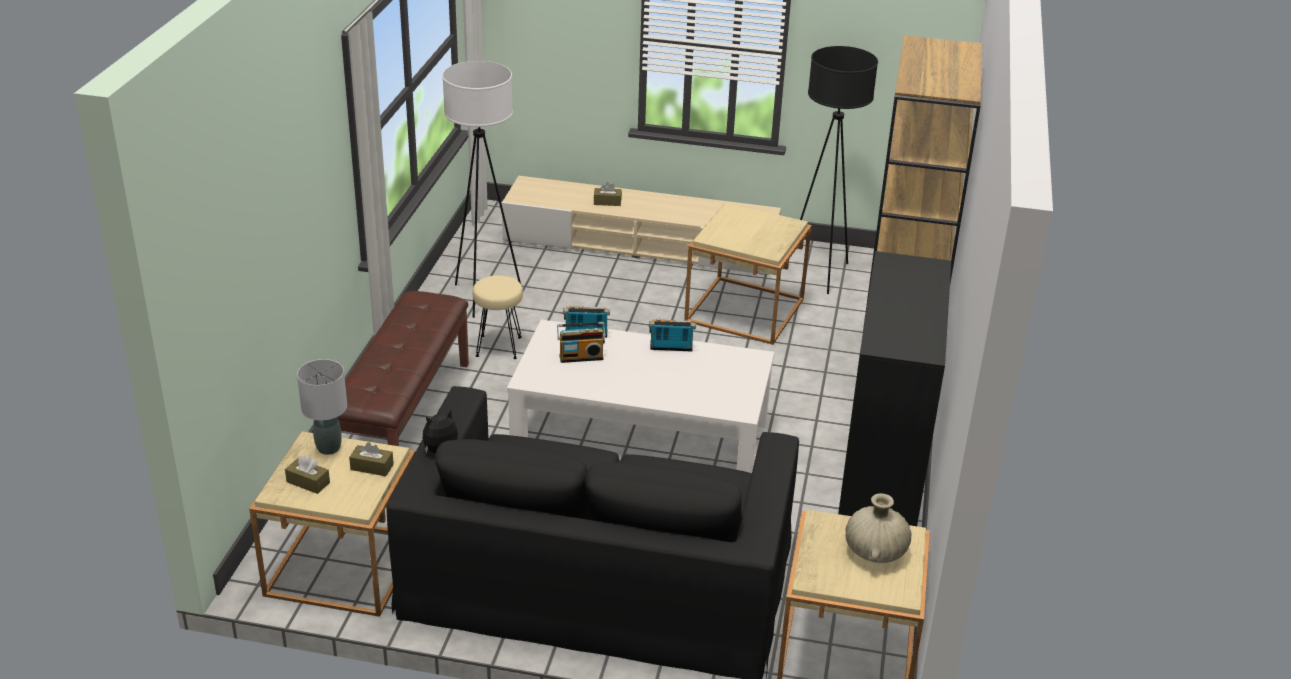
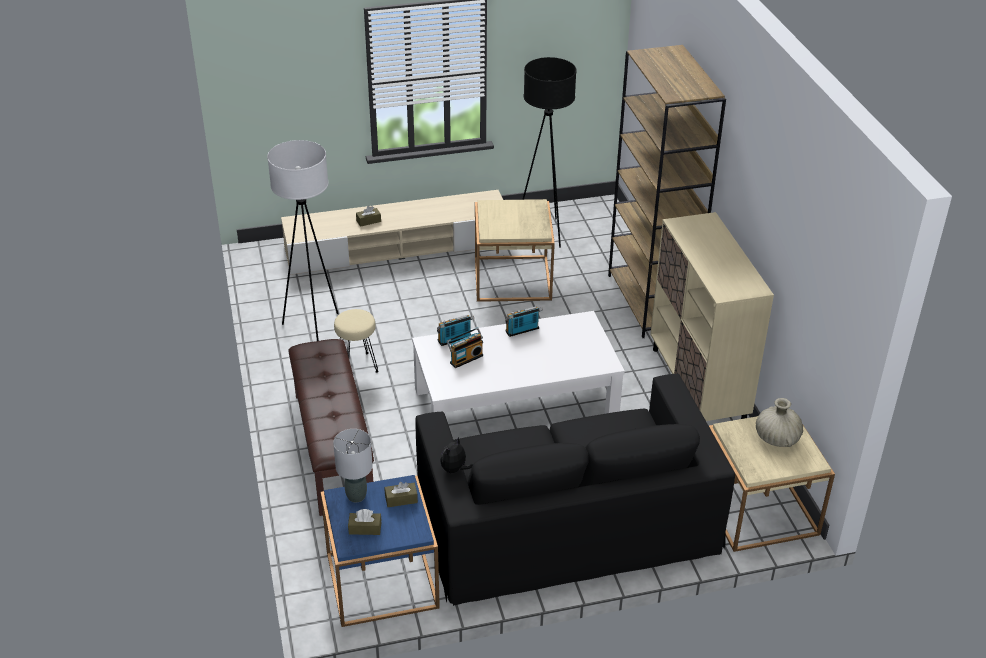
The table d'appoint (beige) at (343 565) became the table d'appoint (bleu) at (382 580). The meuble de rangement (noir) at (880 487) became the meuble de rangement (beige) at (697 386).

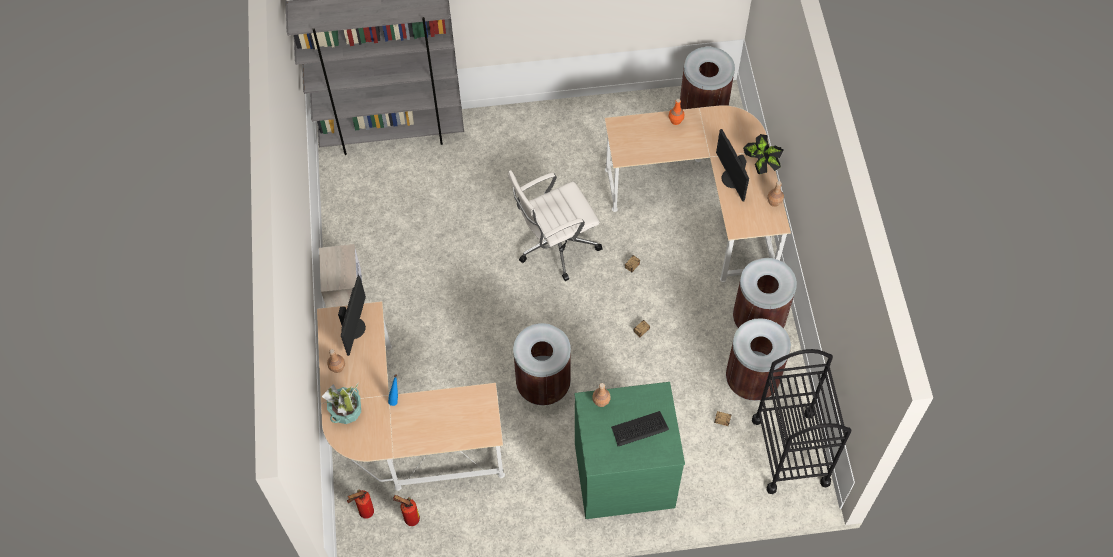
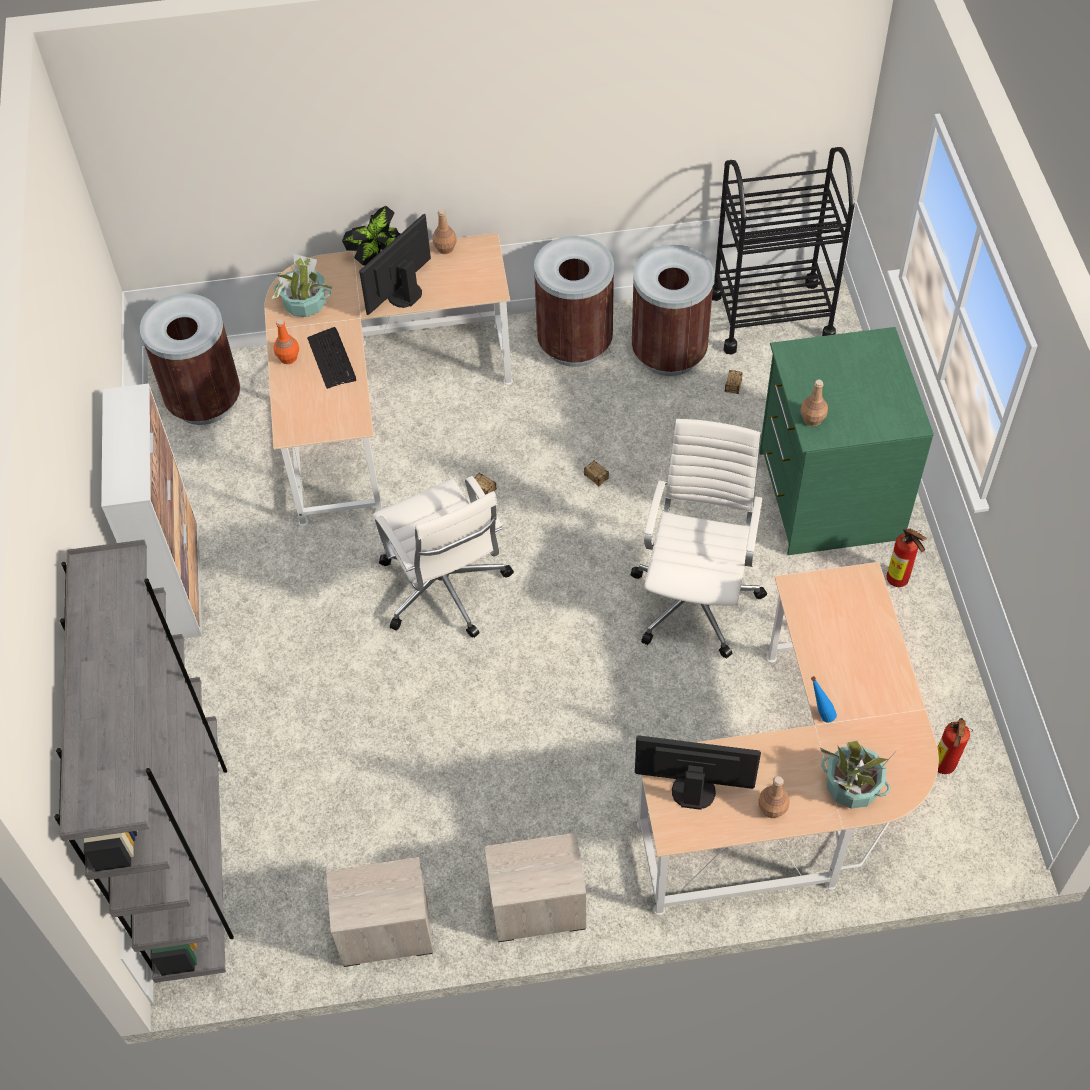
The meuble de rangement at (179 582) appeared. The plante en pot at (305 303) appeared. The clavier moved from (639 429) to (332 359). The table de chevet at (383 930) appeared. The écran d'ordinateur at (731 179) turned 150 degrees clockwise. The poubelle (marron) at (543 385) was replaced by the chaise de bureau (blanc) at (696 597). The extincteur moved from (364 513) to (899 581).

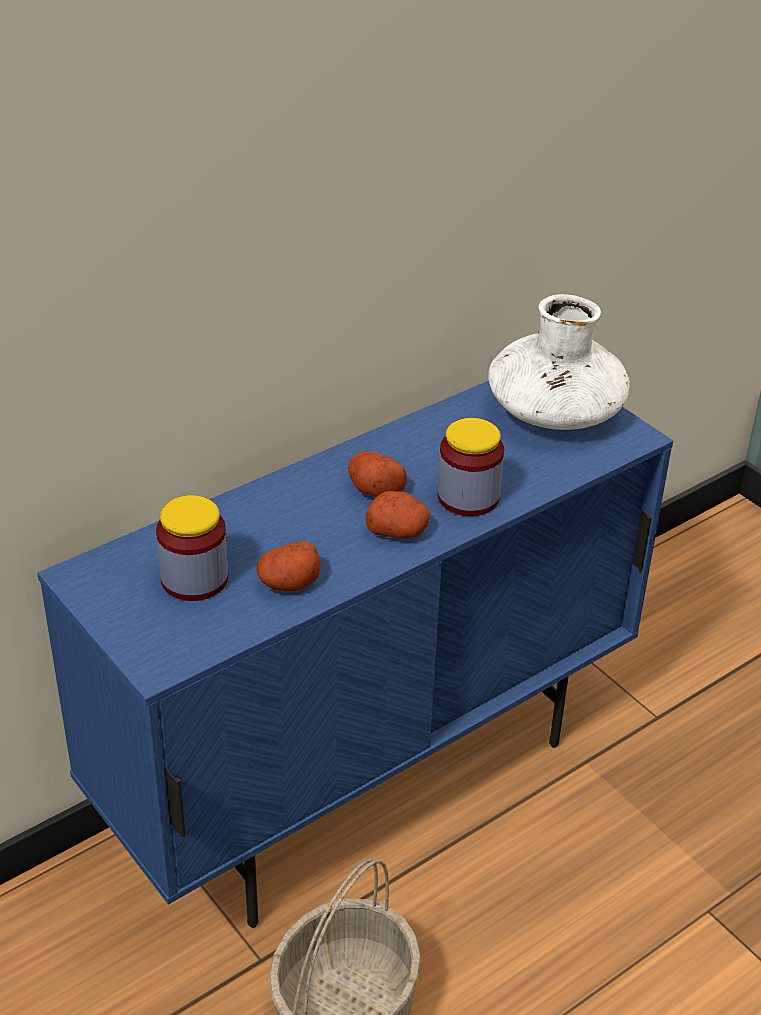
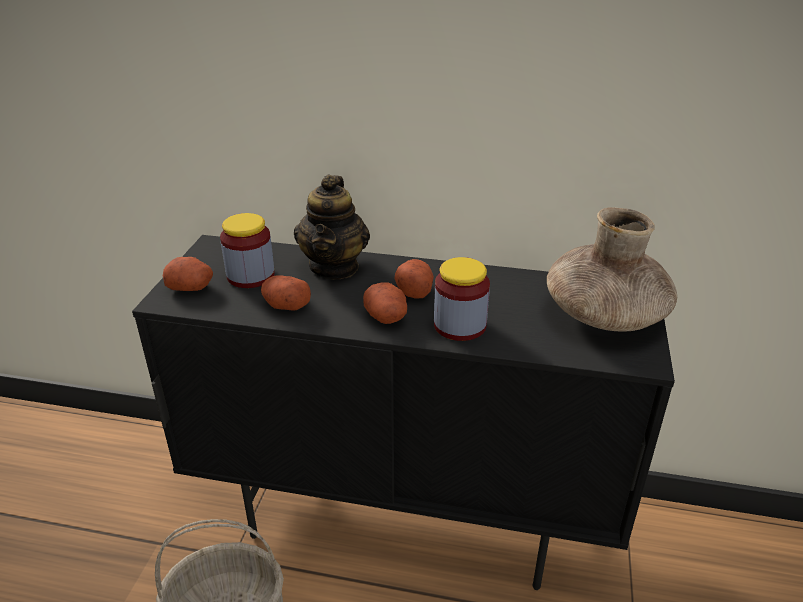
The meuble de rangement (bleu) at (368 781) became the meuble de rangement (noir) at (403 515). The pomme de terre at (191 287) appeared. The théière at (334 267) appeared. The vase (blanc) at (554 412) became the vase (marron) at (605 315).

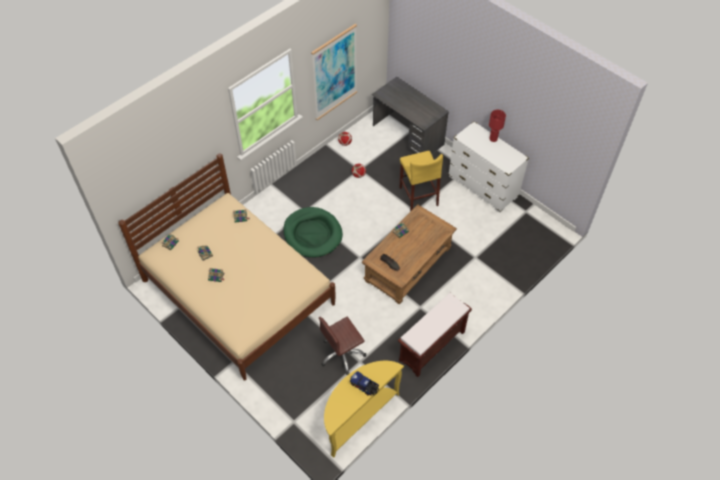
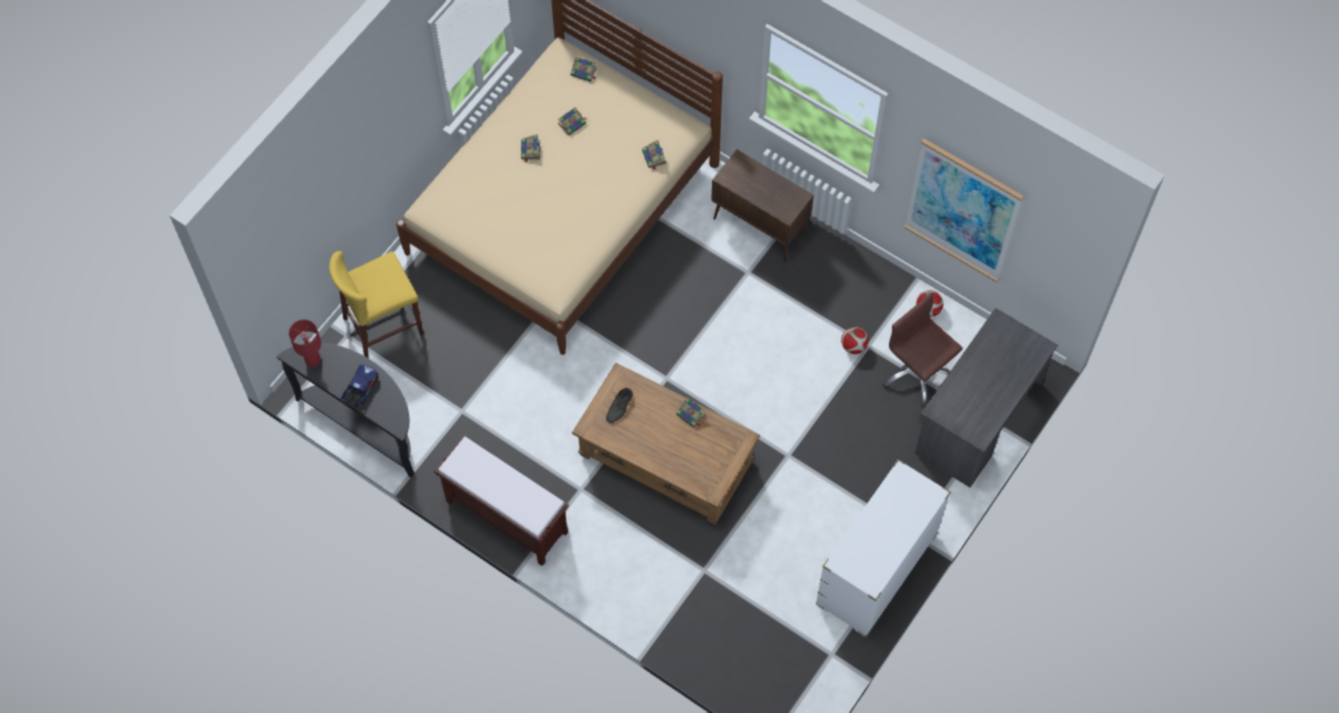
The table console (jaune) at (358 417) became the table console (noir) at (365 423). The lampe de table (rouge) moved from (493 139) to (312 360). The tabouret (jaune) moved from (418 196) to (383 326). The meuble de rangement (marron) at (760 227) appeared. The chaise de bureau (marron) moved from (342 354) to (917 372). The panier pour chien (vert) at (312 234) disappeared.

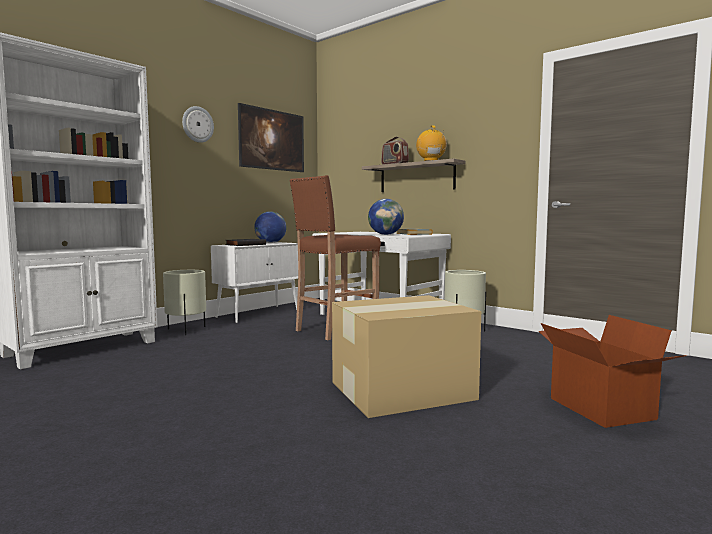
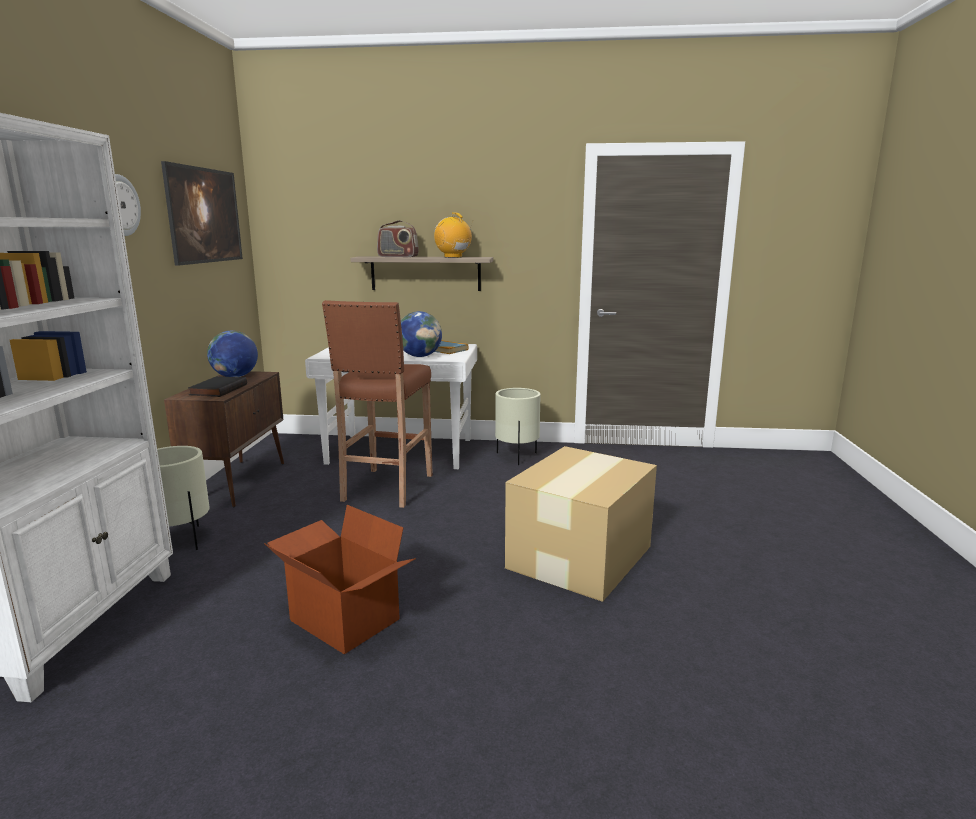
The meuble de rangement (blanc) at (259 314) became the meuble de rangement (marron) at (238 482). The carton moved from (599 408) to (343 621).

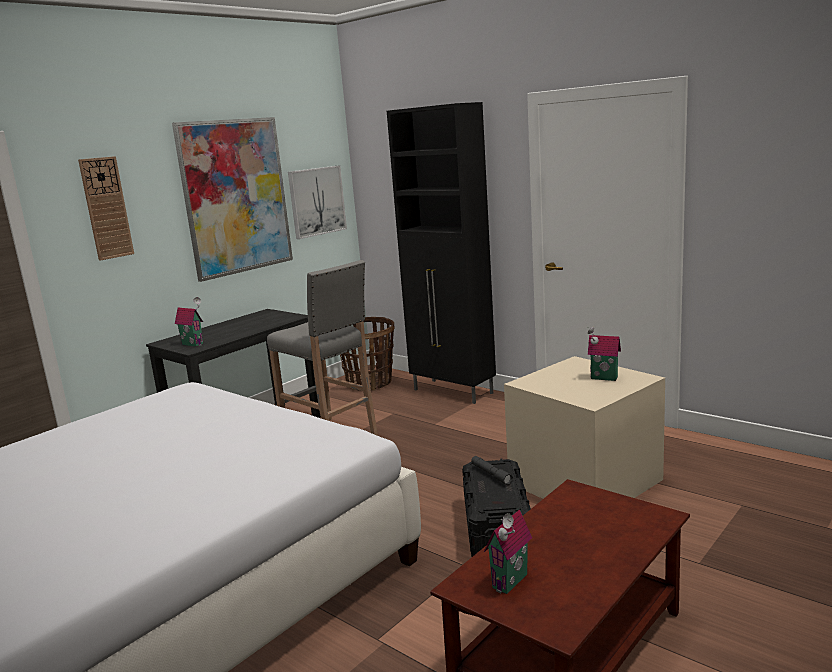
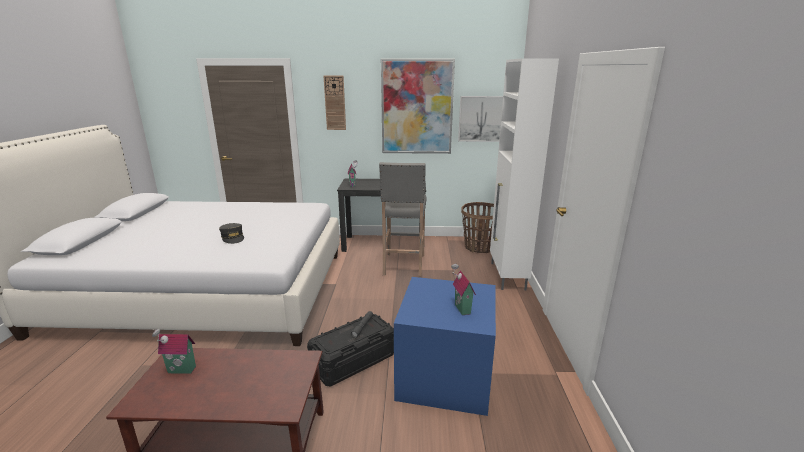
The casquette (gris) at (233 238) appeared. The boîte de rangement (beige) at (584 480) became the boîte de rangement (bleu) at (446 375). The meuble de rangement (noir) at (453 392) became the meuble de rangement (blanc) at (507 276).

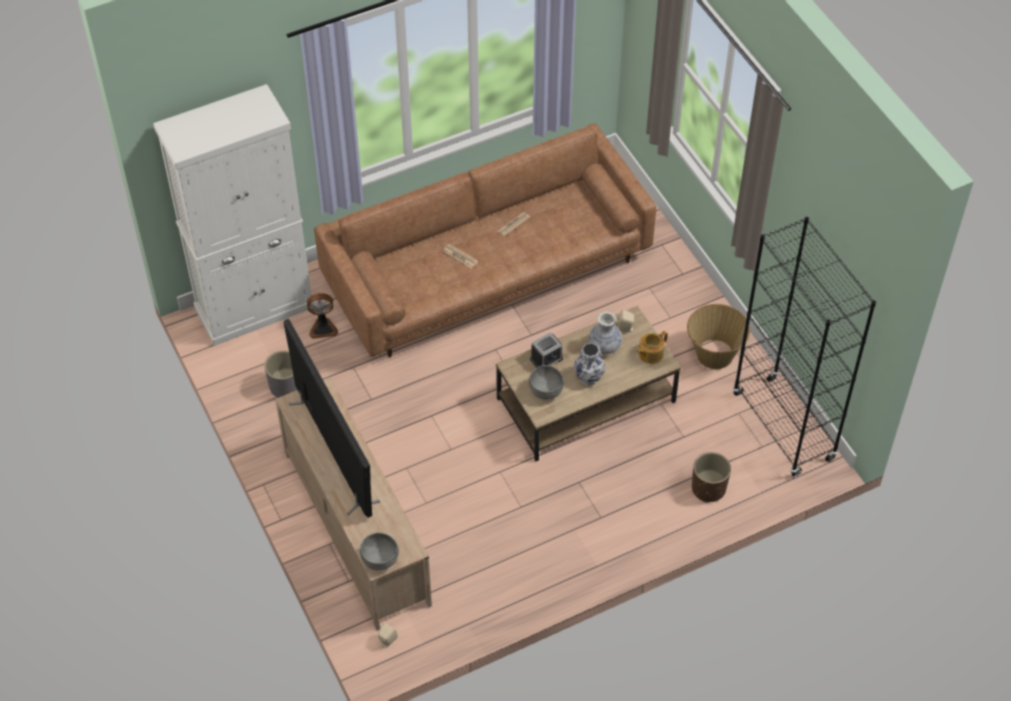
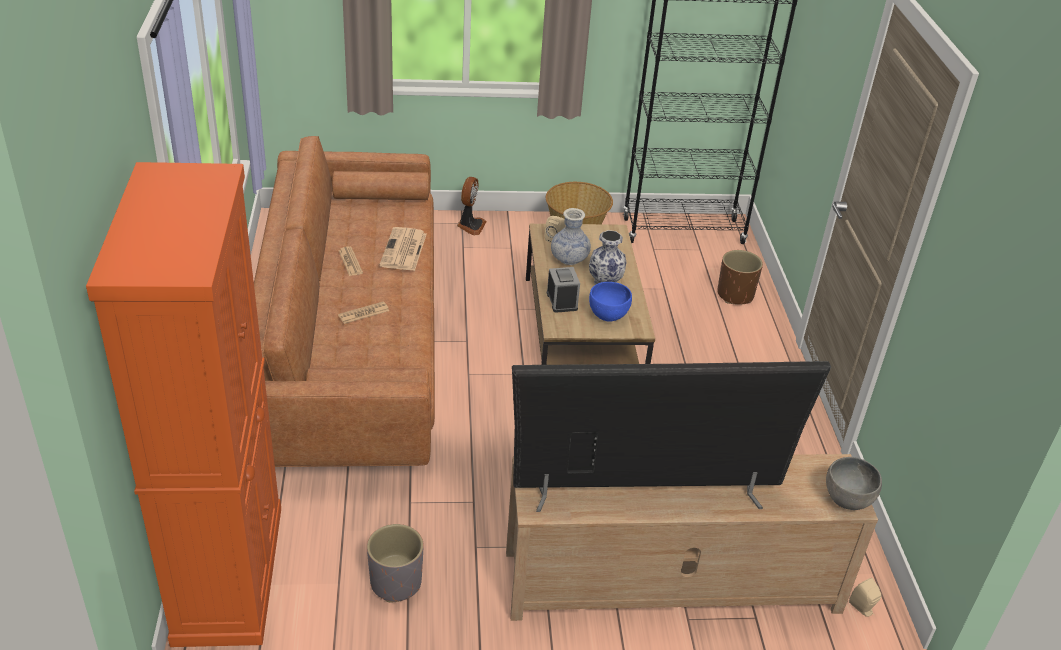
The meuble de rangement (blanc) at (255 307) became the meuble de rangement (orange) at (229 572). The journal at (403 250) appeared. The ventilateur moved from (323 328) to (470 225). The bol (gris) at (545 392) became the bol (bleu) at (608 316). The théière at (650 354) disappeared.

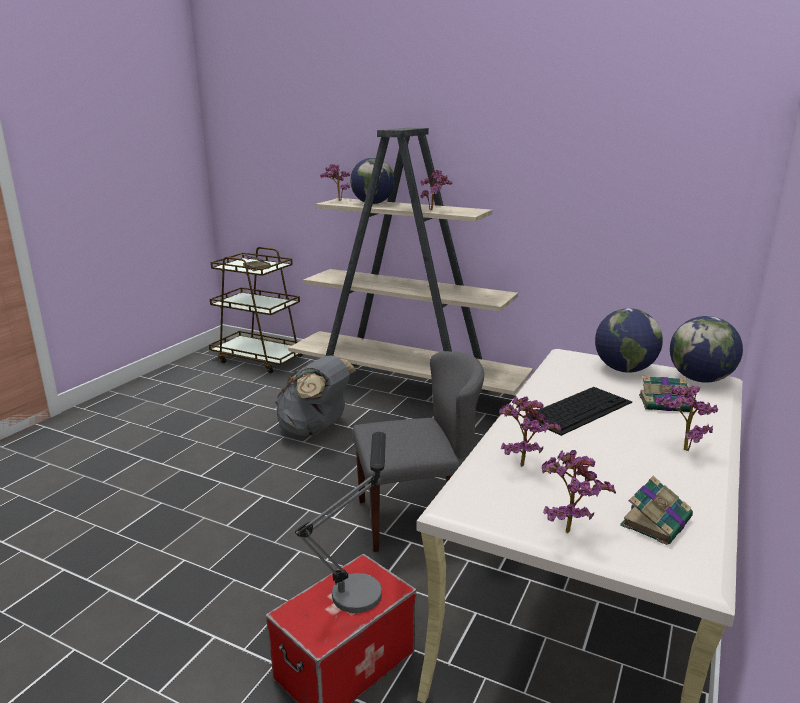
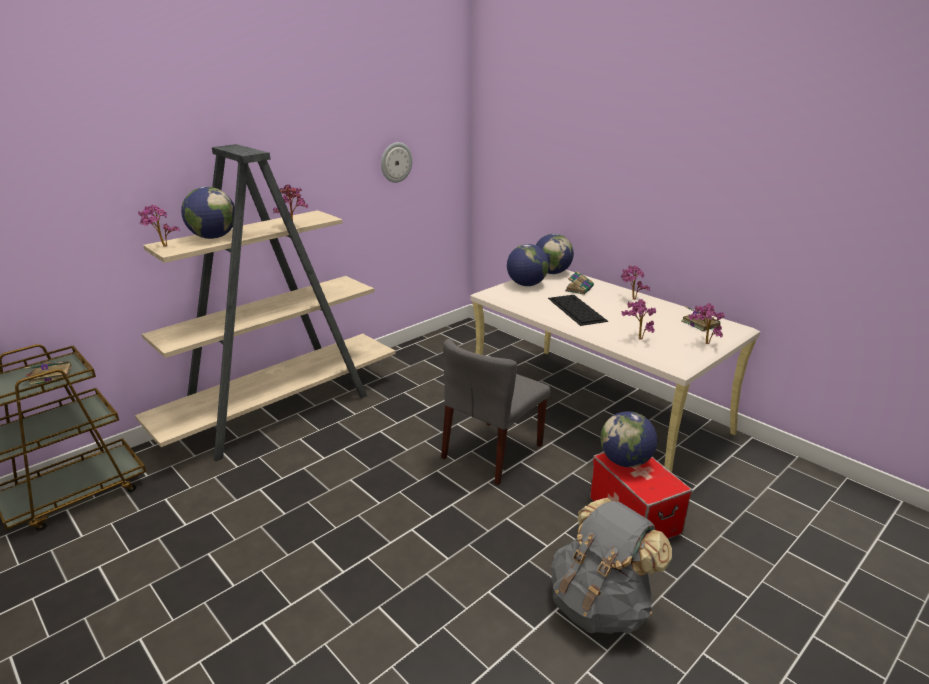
The horloge murale at (396 162) appeared. The chaise (gris) at (416 517) turned 150 degrees counterclockwise. The sac à dos (gris) moved from (315 430) to (600 605). The lampe de table at (360 583) was replaced by the globe at (625 461).

